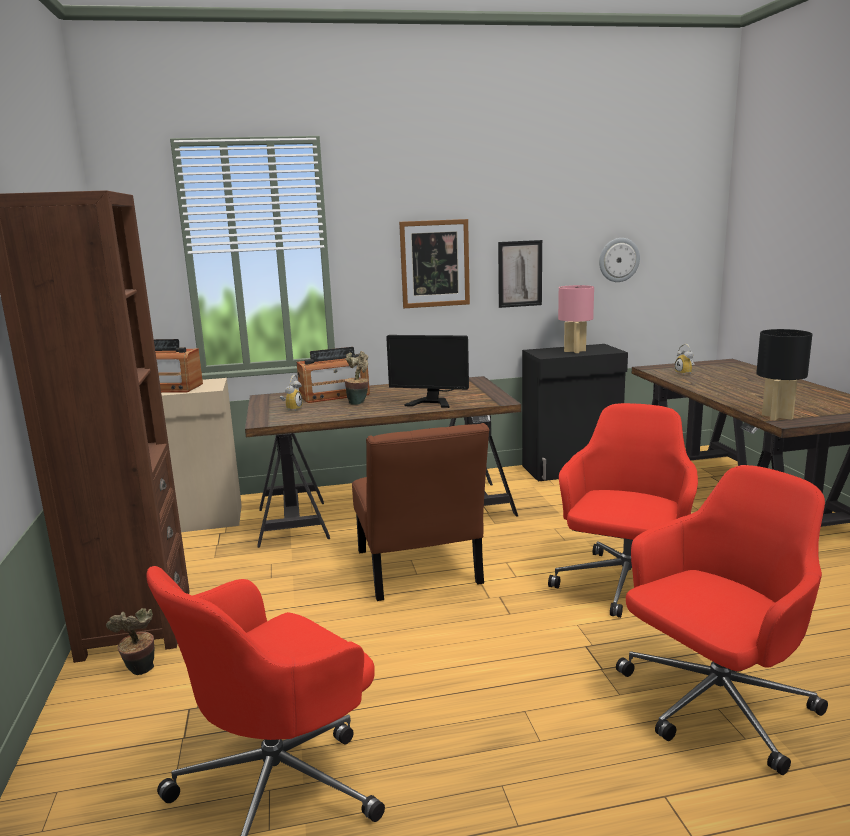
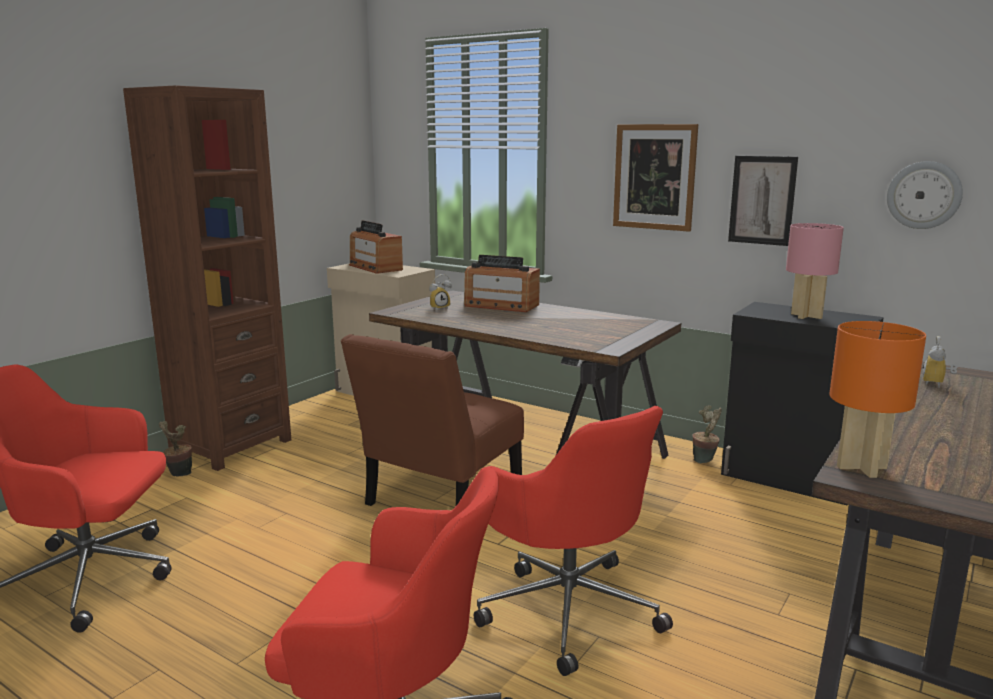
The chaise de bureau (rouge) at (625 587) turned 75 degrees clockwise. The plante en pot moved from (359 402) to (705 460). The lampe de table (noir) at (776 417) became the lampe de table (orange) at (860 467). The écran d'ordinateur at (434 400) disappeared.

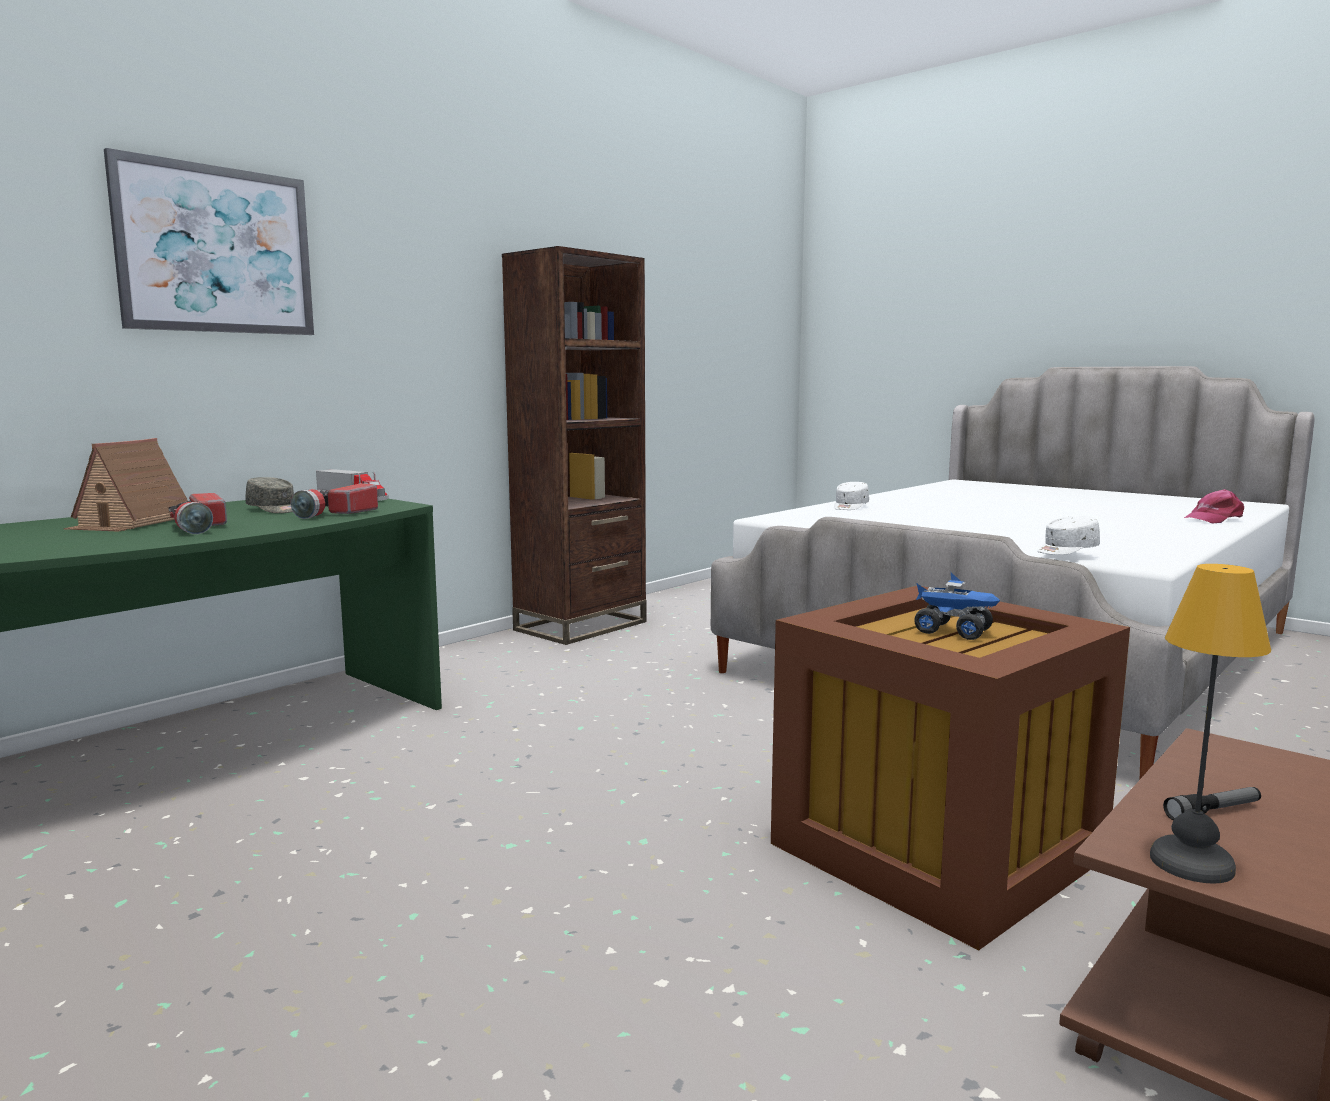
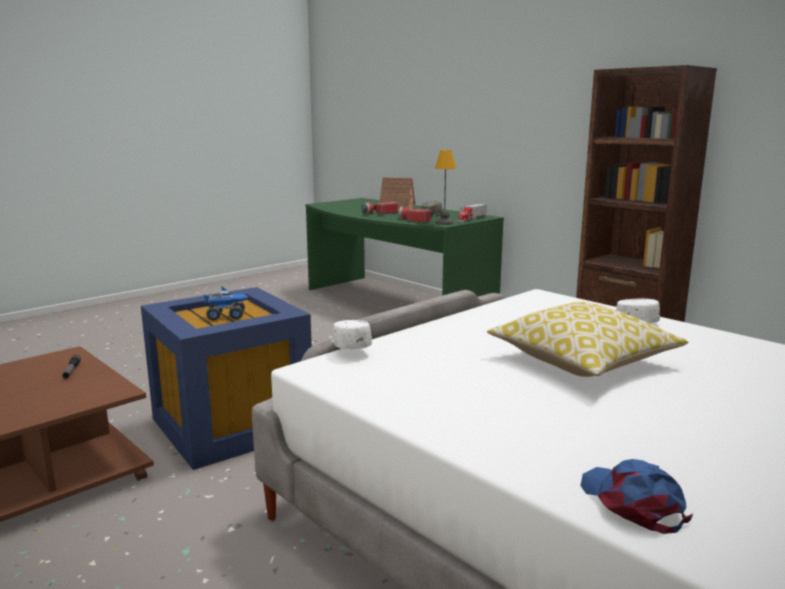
The boîte de rangement (marron) at (931 850) became the boîte de rangement (bleu) at (233 424). The camion jouet at (954 632) turned 135 degrees counterclockwise. The lampe de table moved from (1193 864) to (443 223). The coussin at (582 361) appeared. The casquette (rose) at (1213 519) became the casquette (bleu) at (632 503). The tableau at (216 250) disappeared.

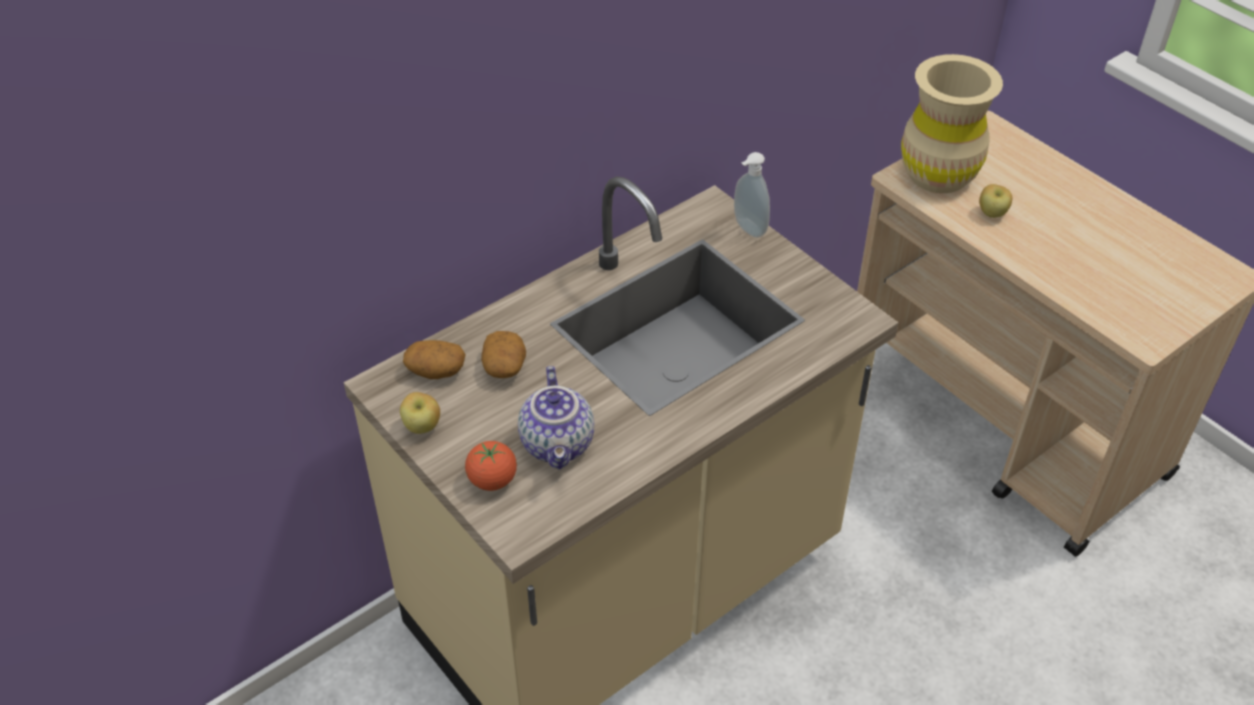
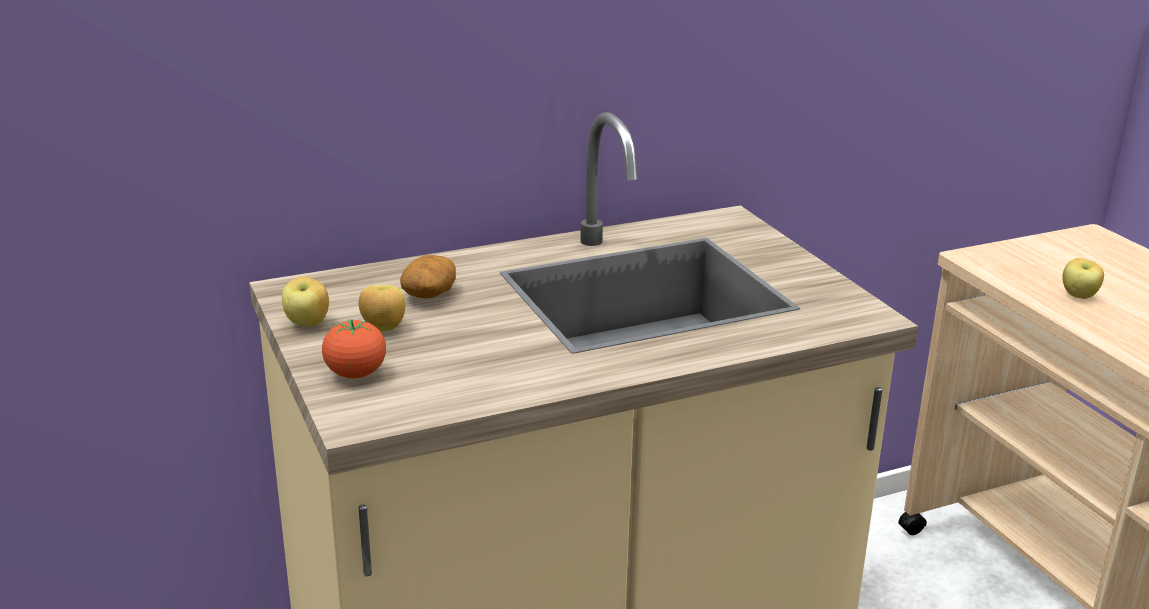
The pomme at (383 328) appeared. The pomme de terre at (435 370) disappeared. The théière at (559 444) disappeared. The distributeur de savon at (747 229) disappeared. The vase (beige) at (938 174) disappeared.

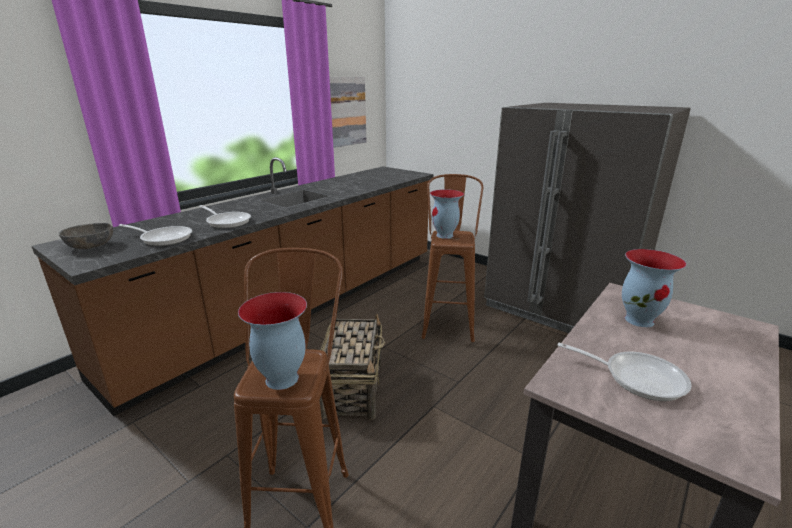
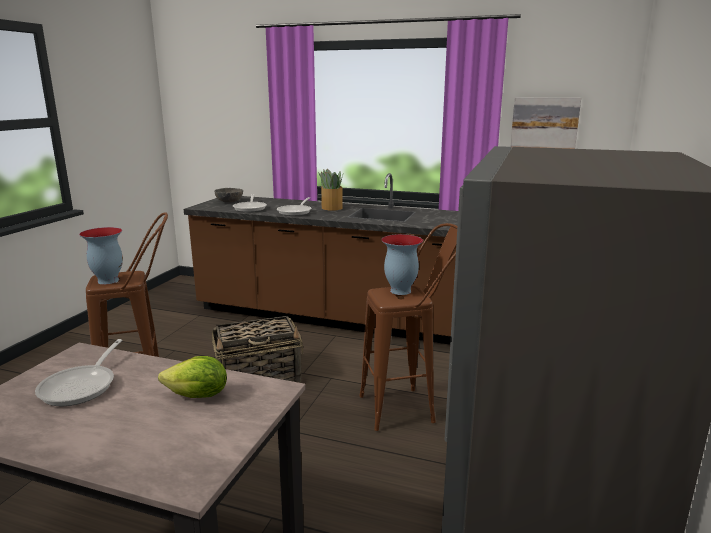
The vase at (640 320) was replaced by the laitue at (198 396). The plante en pot at (332 208) appeared.

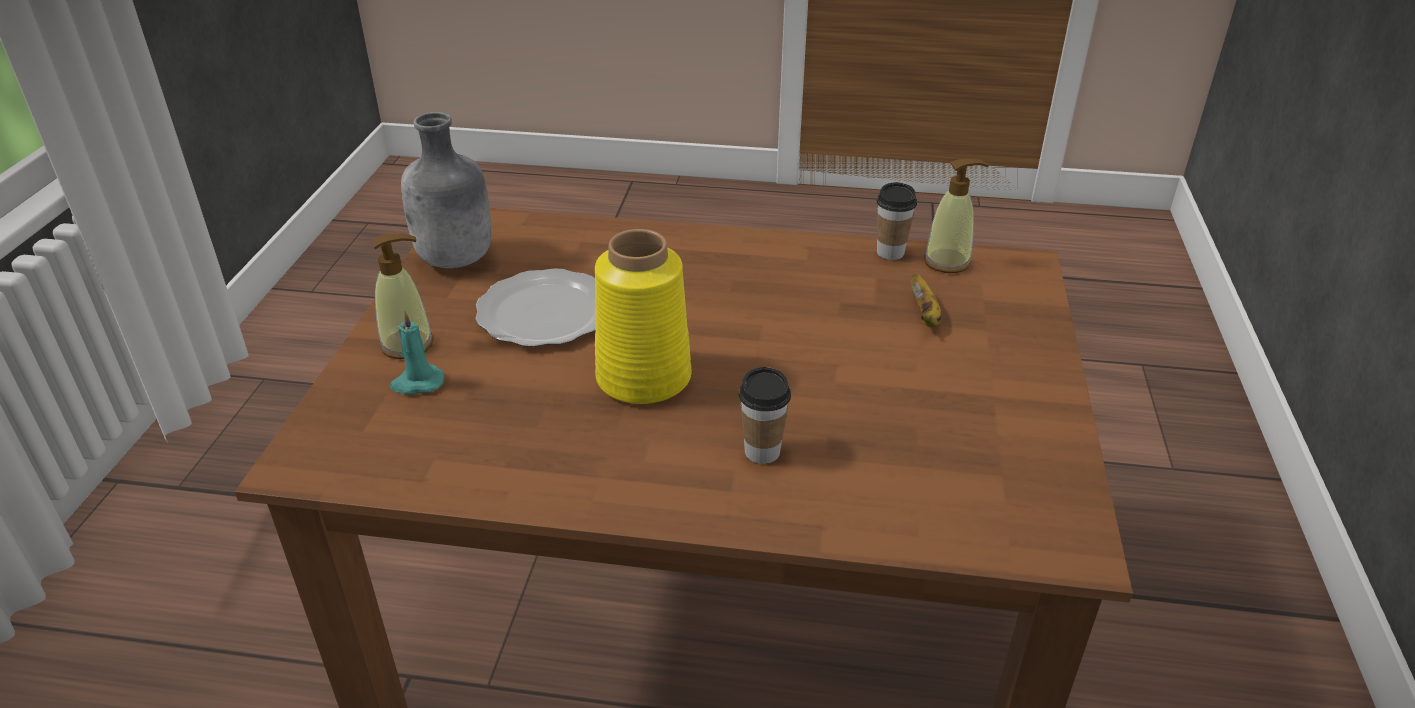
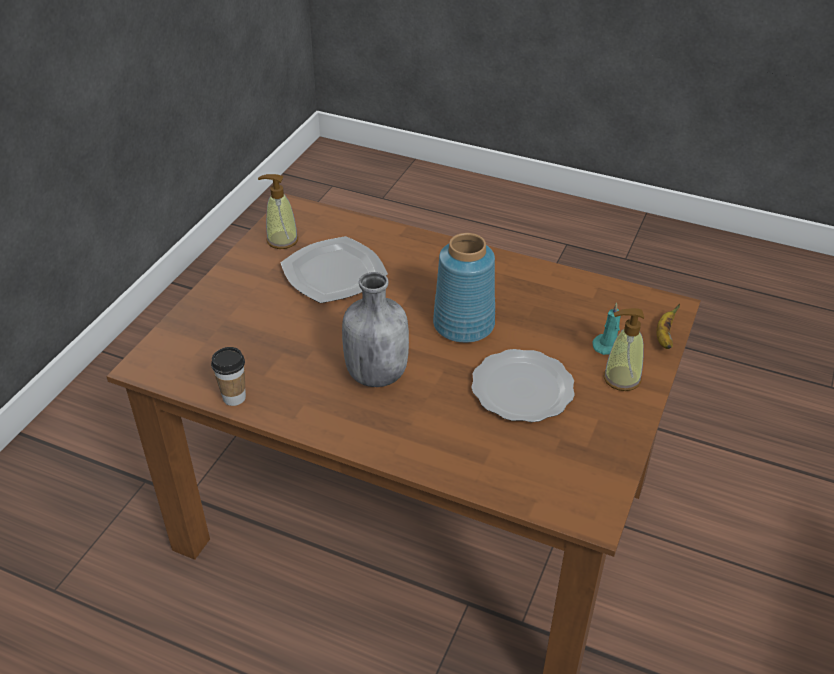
The distributeur de savon moved from (947 262) to (282 240). The assiette at (334 274) appeared. The bouteille (gris) moved from (456 260) to (376 373). The vase (jaune) at (643 379) became the vase (bleu) at (464 324). The banane moved from (924 315) to (664 337). The tasse at (762 452) disappeared.

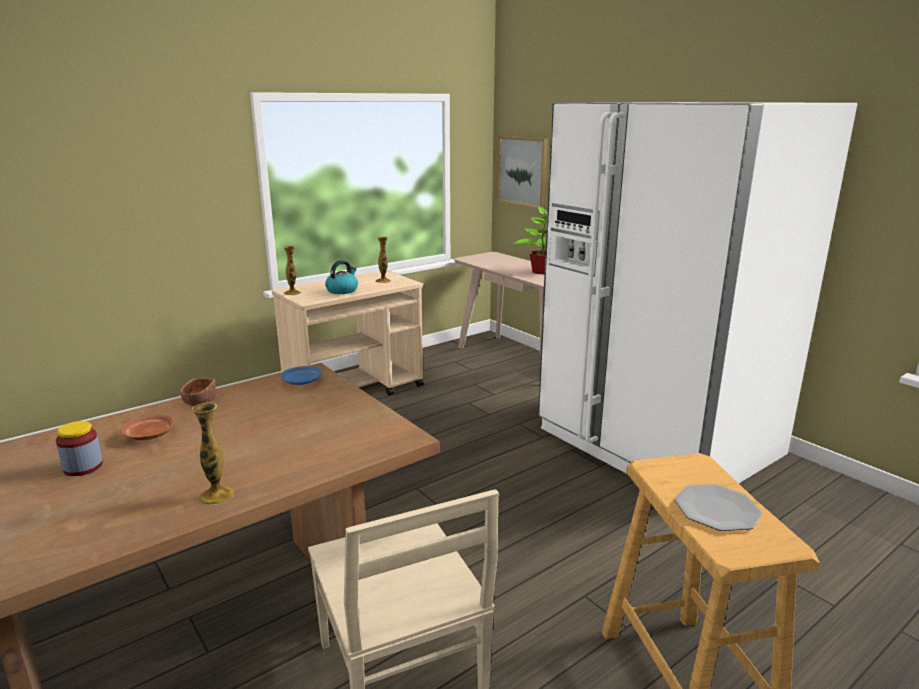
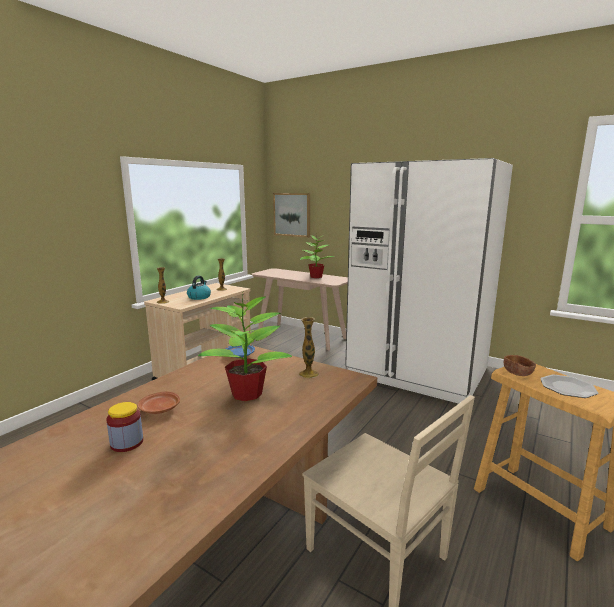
The plante en pot at (247 393) appeared. The vase moved from (216 496) to (308 374). The bol (marron) moved from (200 401) to (517 373).

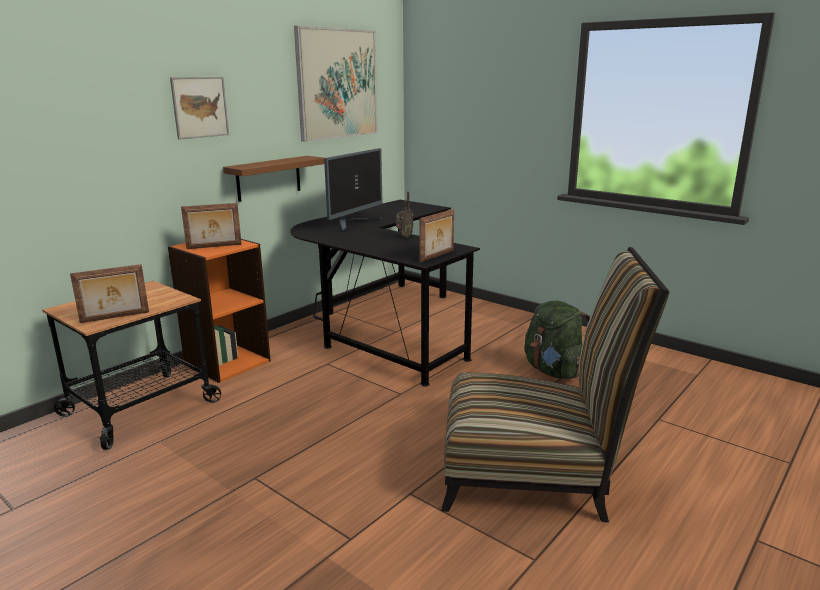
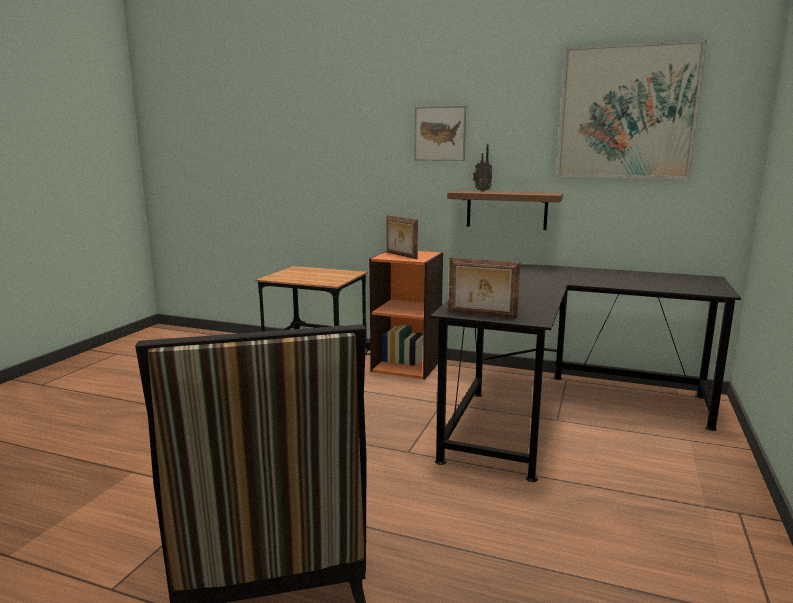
The radio moved from (404 237) to (482 191). The cadre photo at (115 317) disappeared. The écran d'ordinateur at (354 223) disappeared. The sac à dos (vert) at (554 371) disappeared.

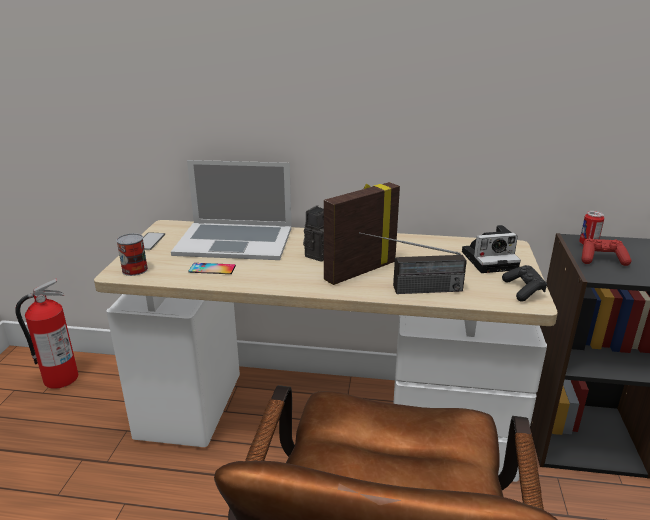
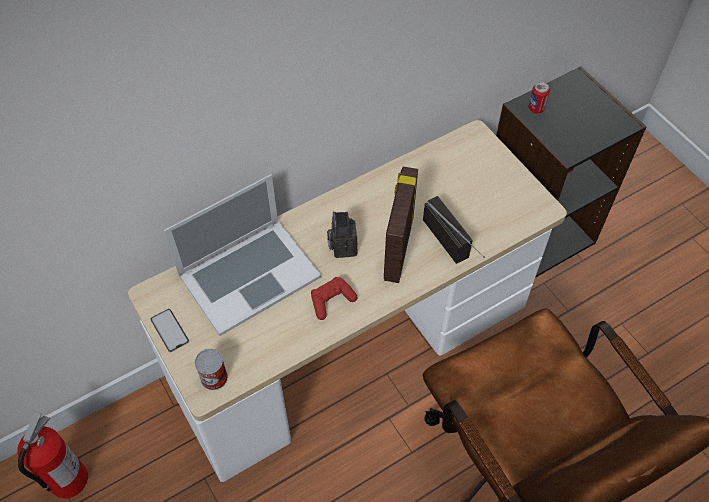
The manette (rouge) moved from (601 260) to (331 301). The radio at (410 290) turned 75 degrees counterclockwise. The téléphone at (212 269) disappeared. The appareil photo at (491 260) disappeared. The manette (noir) at (523 290) disappeared.

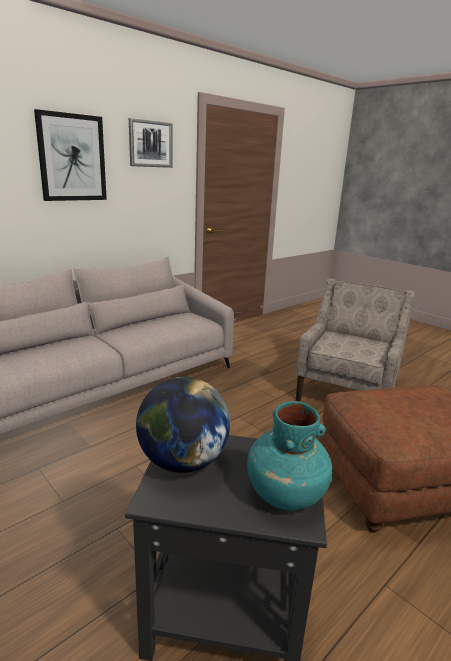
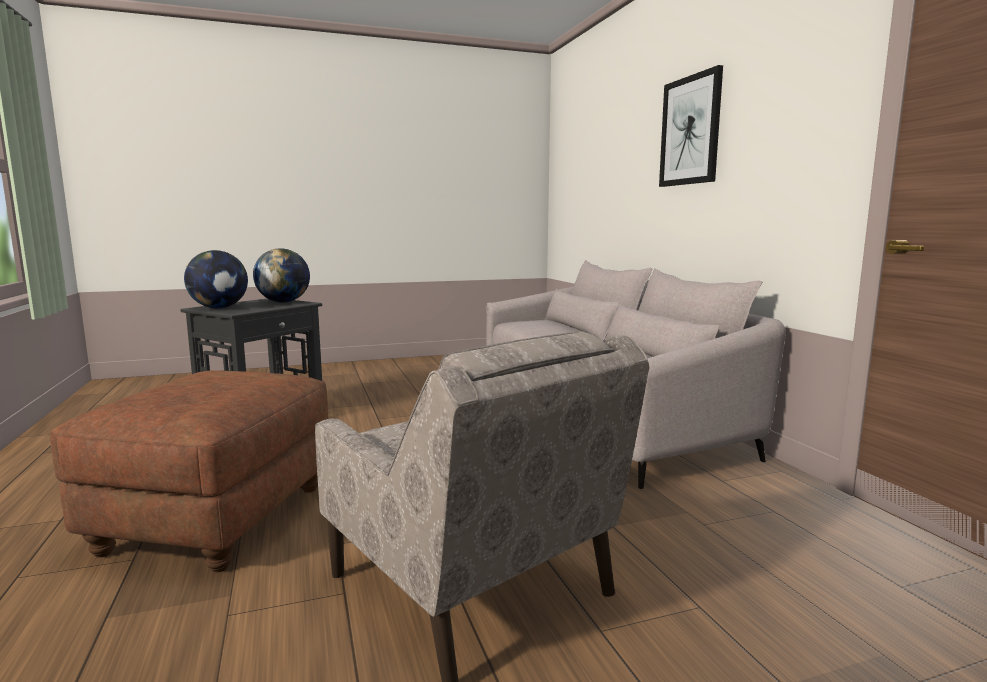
The vase (turquoise) at (285 493) was replaced by the globe at (219 308). The tableau at (150 144) disappeared.

